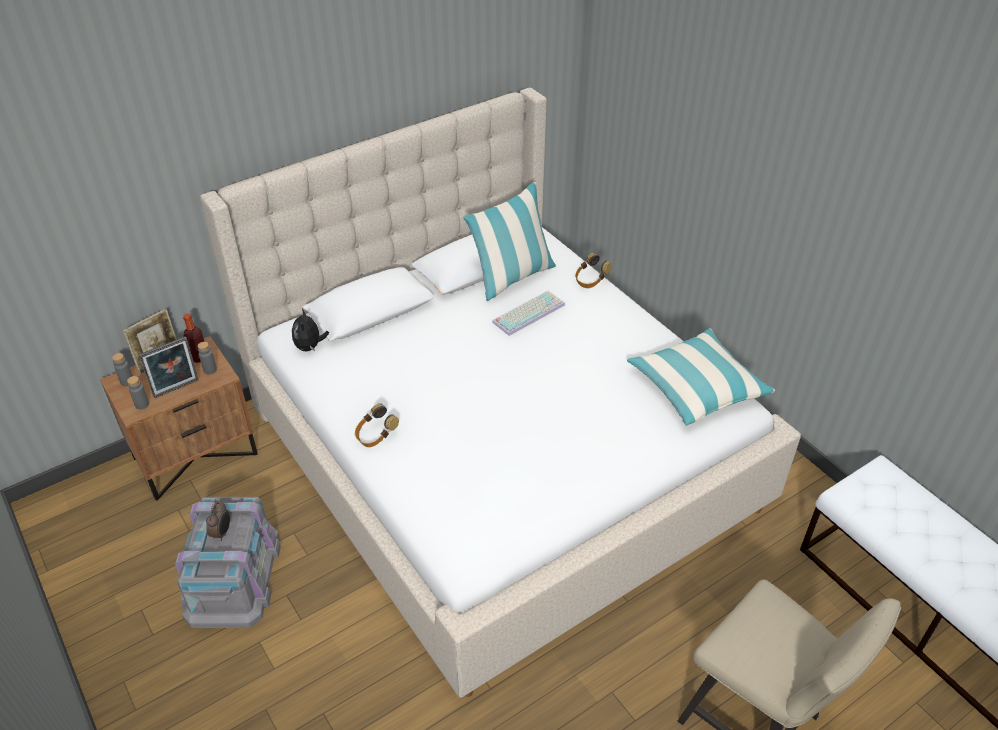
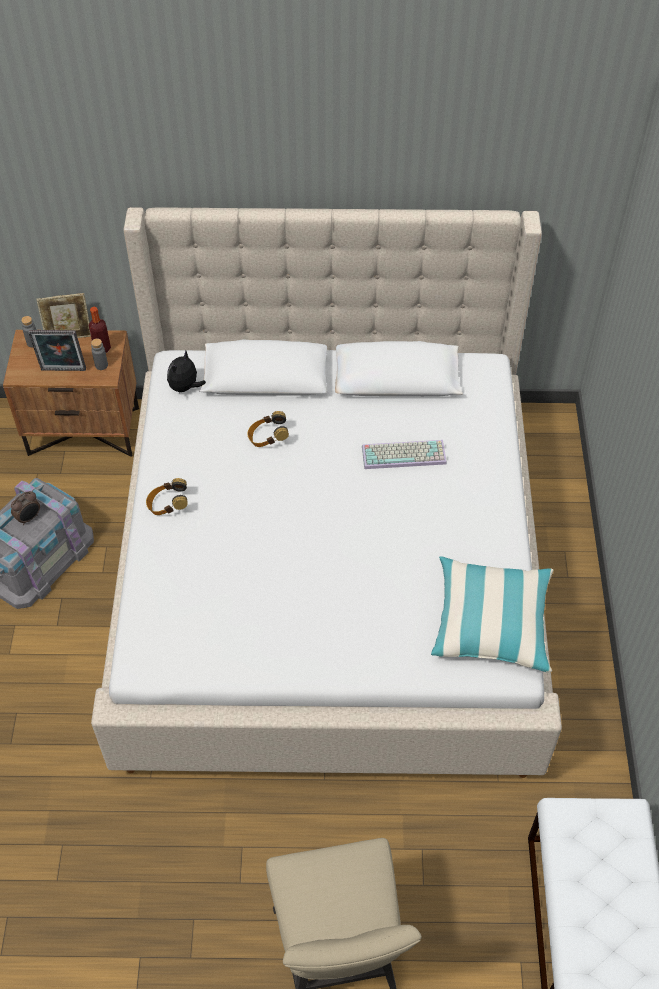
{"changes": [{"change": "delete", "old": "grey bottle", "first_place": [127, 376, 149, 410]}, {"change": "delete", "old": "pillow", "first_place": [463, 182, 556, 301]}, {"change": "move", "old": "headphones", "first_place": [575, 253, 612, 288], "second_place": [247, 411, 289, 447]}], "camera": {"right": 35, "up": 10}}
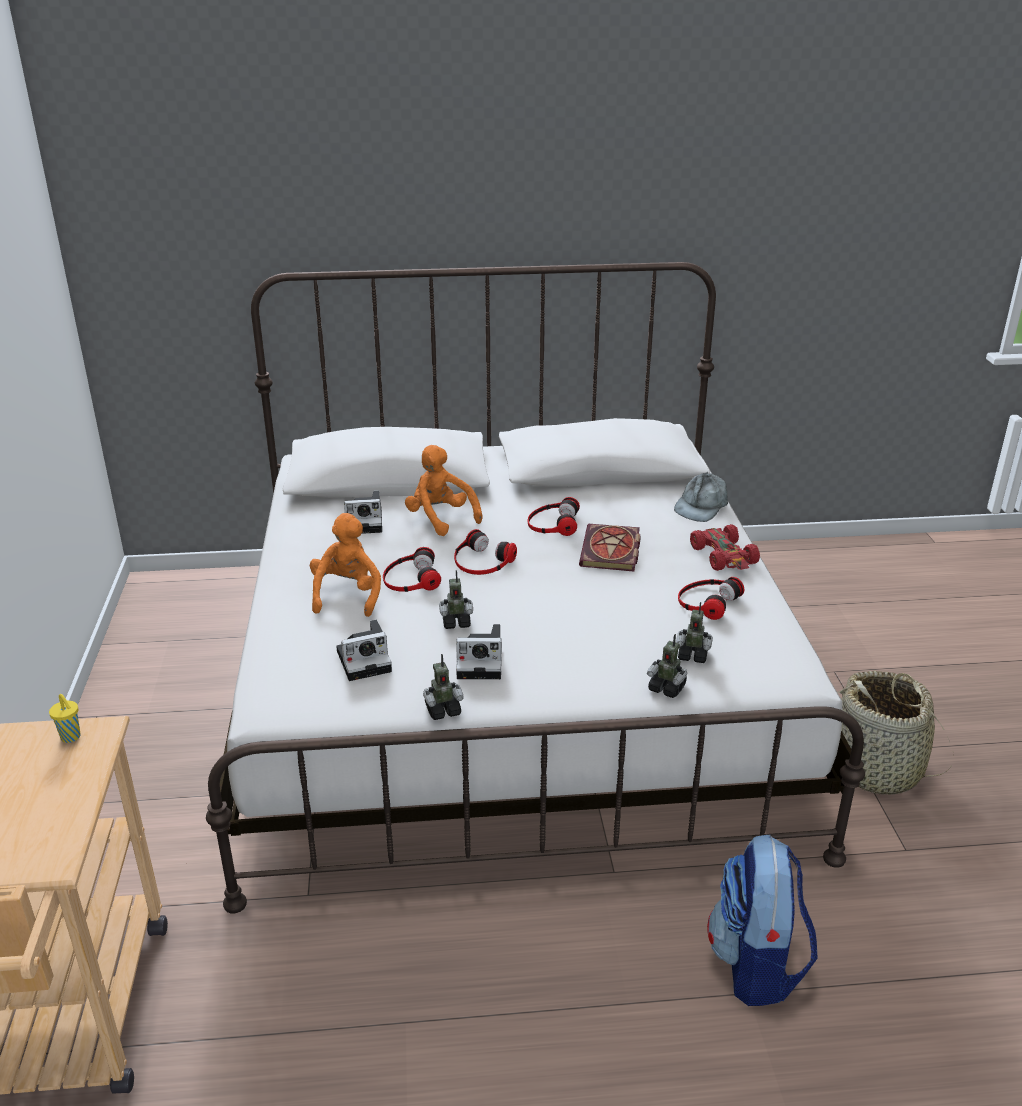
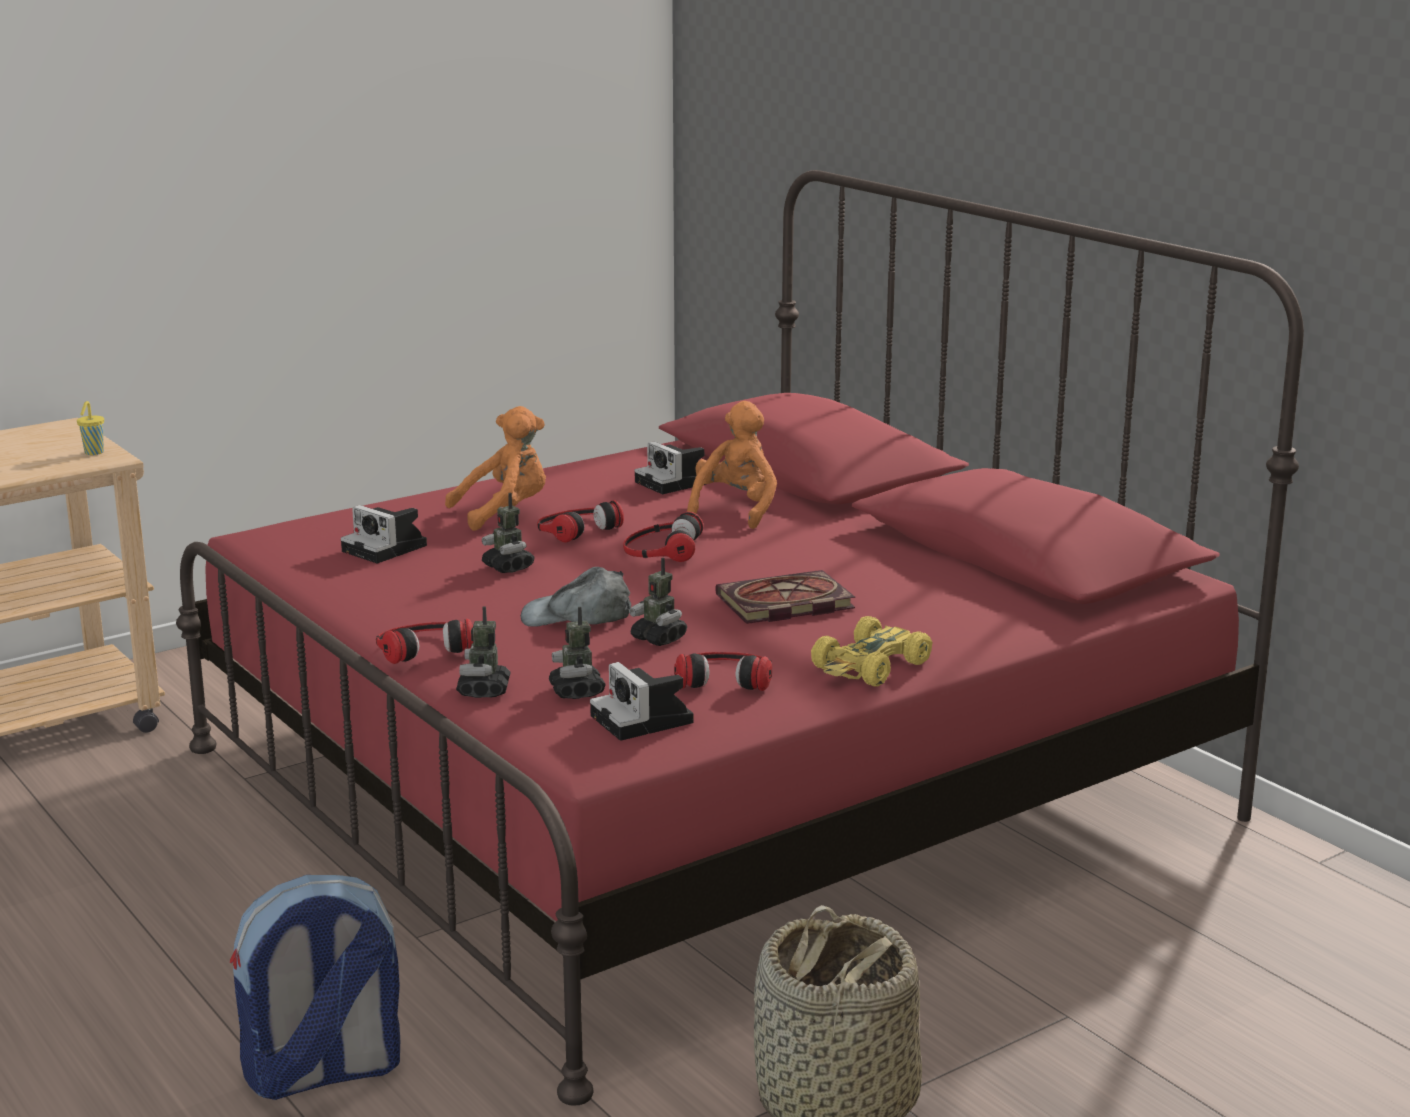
{"changes": [{"change": "recolor", "old": "white bed", "new": "red bed", "first_place": [206, 262, 865, 914], "second_place": [176, 170, 1304, 1106]}, {"change": "move", "old": "toy robot", "first_place": [423, 654, 464, 720], "second_place": [629, 557, 687, 646]}, {"change": "move", "old": "photo camera", "first_place": [456, 624, 502, 679], "second_place": [590, 662, 694, 741]}, {"change": "move", "old": "headphones", "first_place": [528, 497, 580, 536], "second_place": [376, 619, 473, 664]}, {"change": "move", "old": "grey cap", "first_place": [674, 472, 728, 522], "second_place": [521, 567, 631, 627]}, {"change": "recolor", "old": "red toy car", "new": "yellow toy car", "first_place": [690, 524, 760, 571], "second_place": [811, 616, 932, 686]}], "camera": {"right": 60, "up": -10}}
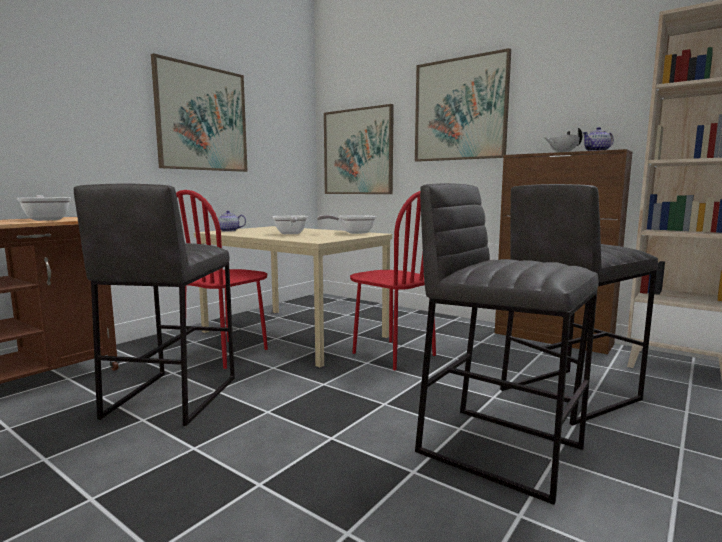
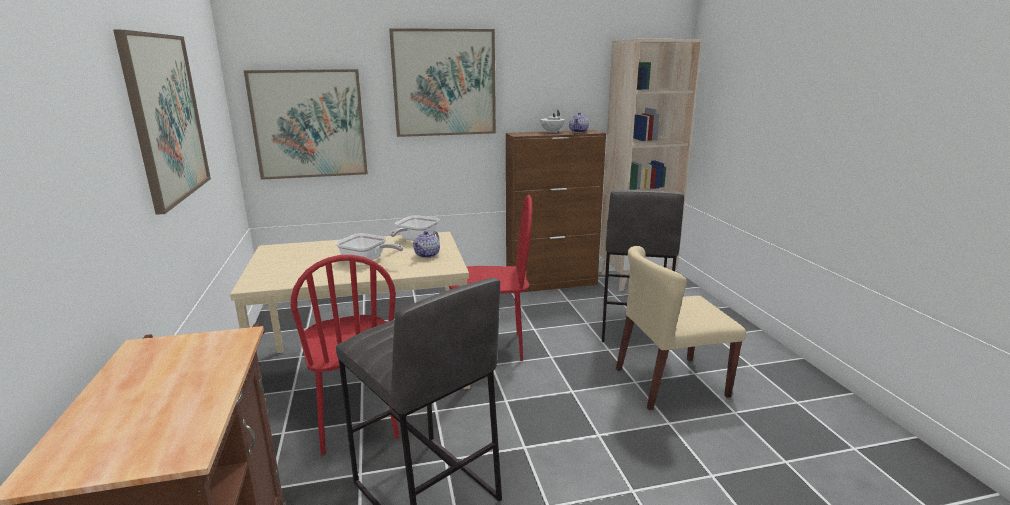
{"changes": [{"change": "delete", "old": "frying pan", "first_place": [17, 195, 71, 221]}, {"change": "move", "old": "teapot", "first_place": [211, 211, 246, 232], "second_place": [413, 231, 440, 258]}, {"change": "replace", "old": "grey stool", "new": "beige chair", "first_place": [415, 183, 598, 505], "second_place": [616, 246, 746, 410]}], "camera": {"right": -50, "up": 10}}
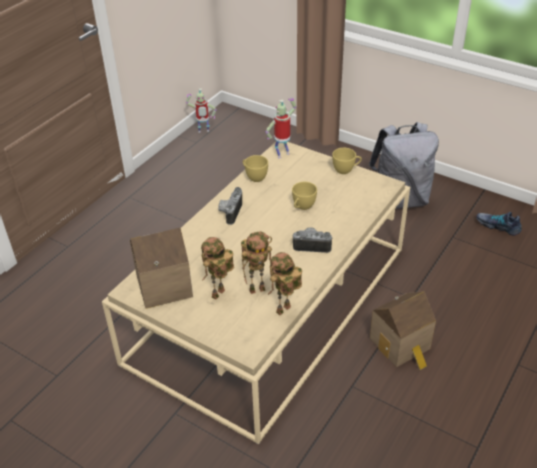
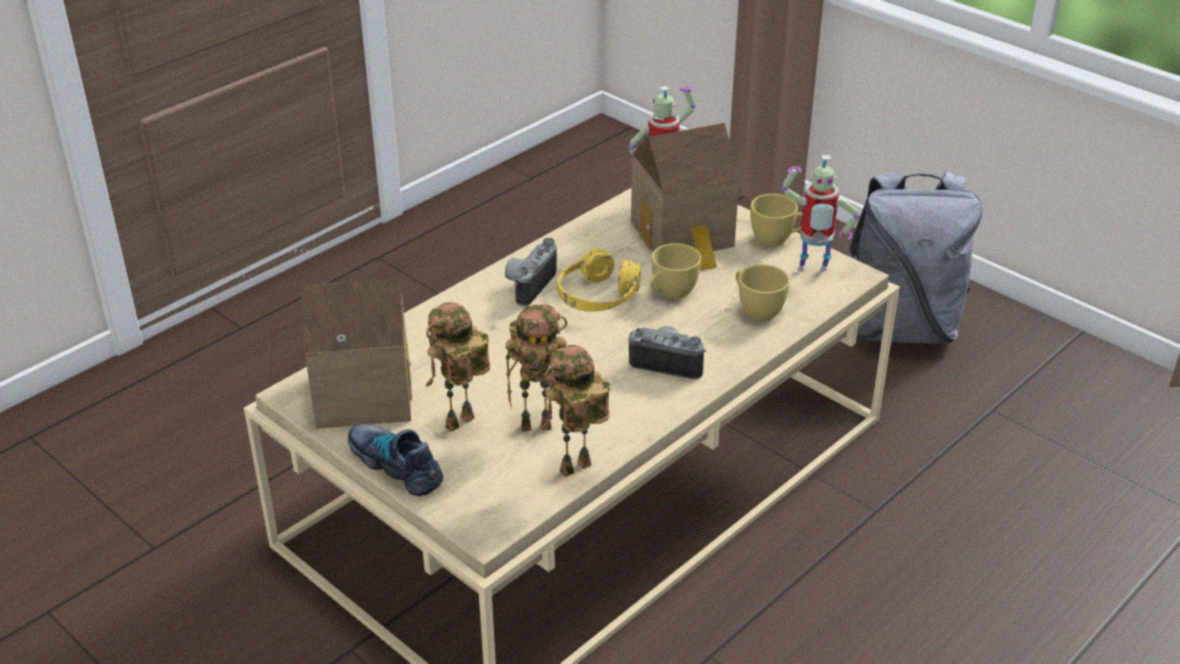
{"changes": [{"change": "move", "old": "toy robot", "first_place": [186, 88, 217, 133], "second_place": [781, 155, 860, 272]}, {"change": "move", "old": "yellow cup", "first_place": [243, 155, 268, 182], "second_place": [736, 265, 790, 321]}, {"change": "move", "old": "toy house", "first_place": [370, 291, 436, 370], "second_place": [631, 123, 739, 270]}, {"change": "move", "old": "shoe", "first_place": [476, 212, 522, 236], "second_place": [348, 424, 443, 496]}, {"change": "insert", "new": "yellow headphones", "second_place": [557, 248, 641, 312]}], "camera": {"right": 10, "up": -5}}
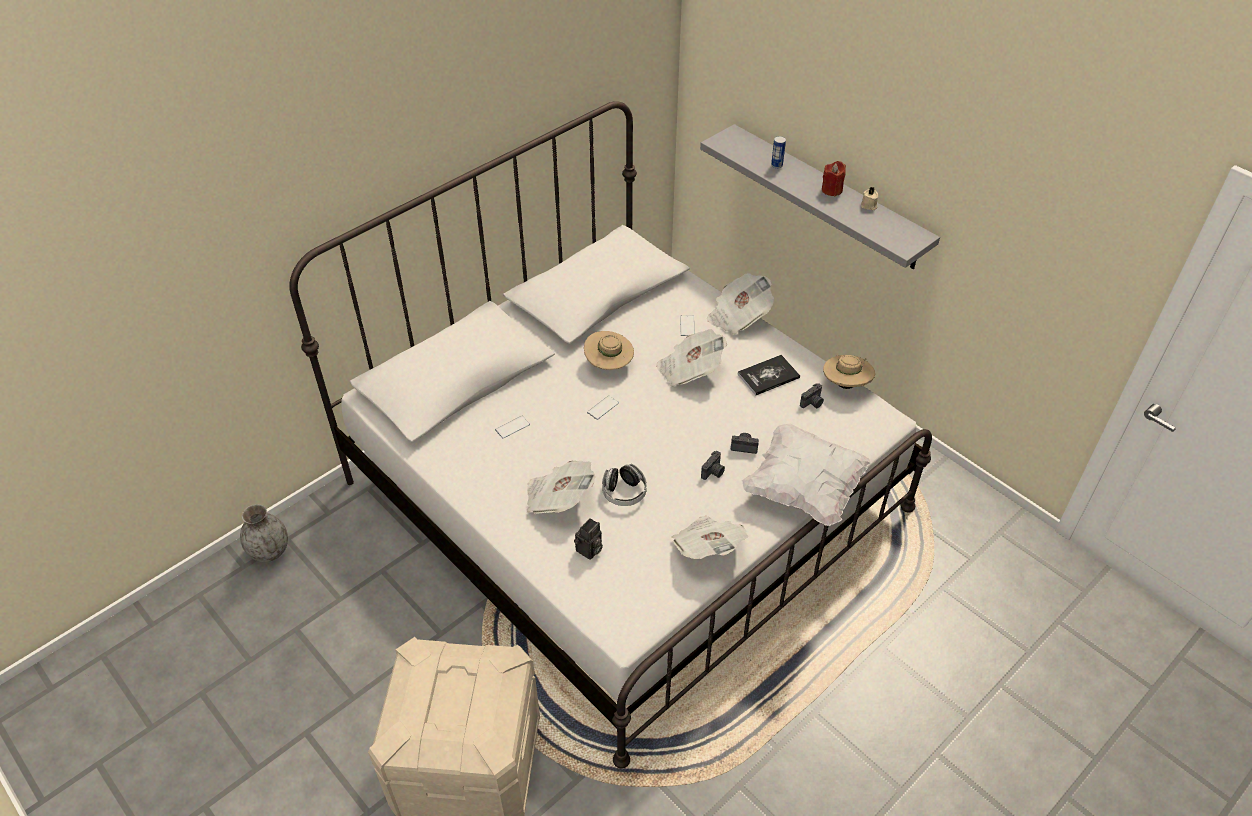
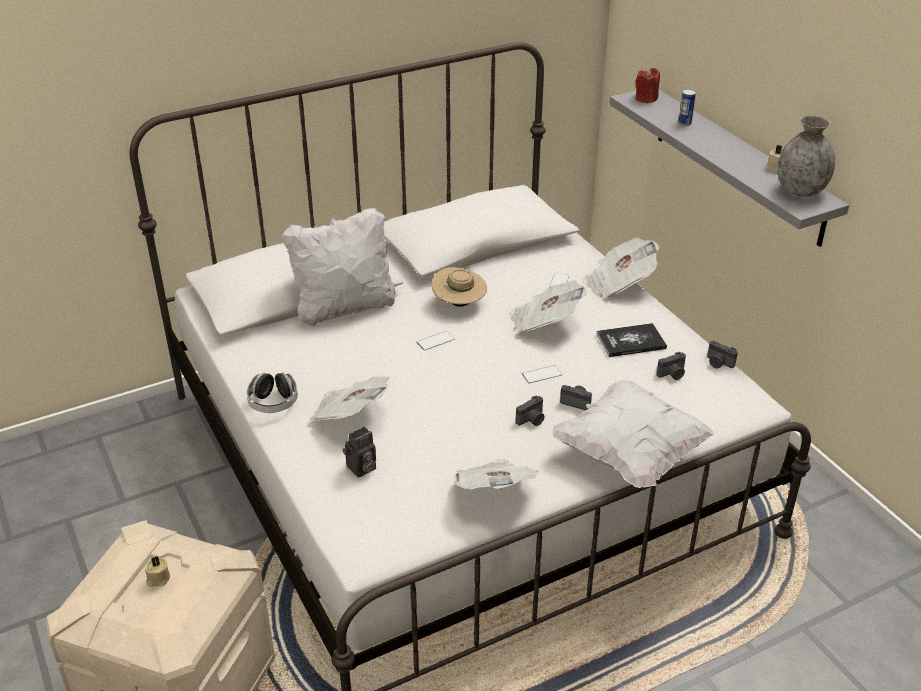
{"changes": [{"change": "move", "old": "grey vase", "first_place": [240, 504, 288, 562], "second_place": [777, 115, 835, 197]}, {"change": "move", "old": "phone", "first_place": [495, 416, 530, 438], "second_place": [522, 365, 562, 383]}, {"change": "move", "old": "headphones", "first_place": [602, 464, 647, 506], "second_place": [247, 372, 298, 413]}, {"change": "move", "old": "red candle", "first_place": [822, 161, 846, 196], "second_place": [635, 68, 660, 103]}, {"change": "replace", "old": "beige hat", "new": "photo camera", "first_place": [823, 355, 875, 389], "second_place": [707, 340, 738, 368]}, {"change": "insert", "new": "beige candle", "second_place": [145, 556, 170, 587]}, {"change": "insert", "new": "white pillow", "second_place": [282, 208, 395, 327]}], "camera": {"right": 15, "up": -10}}
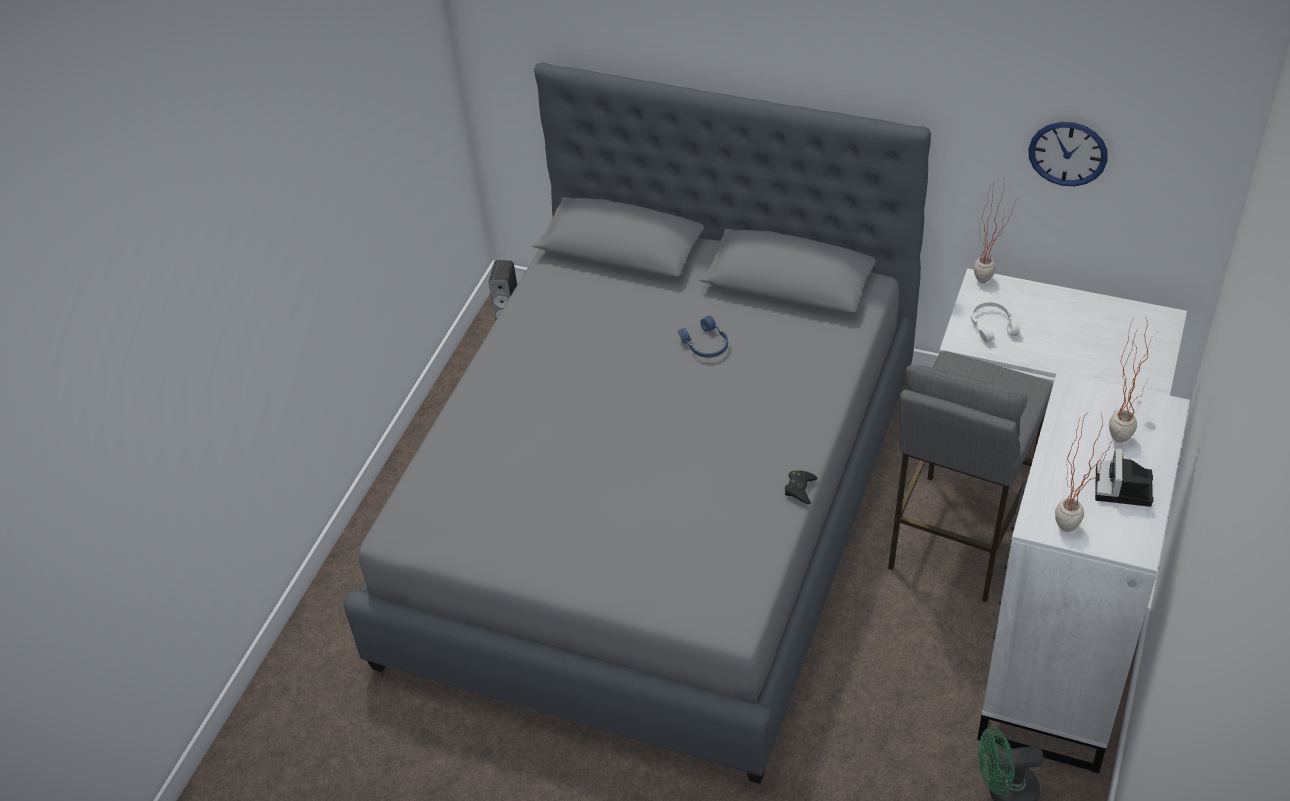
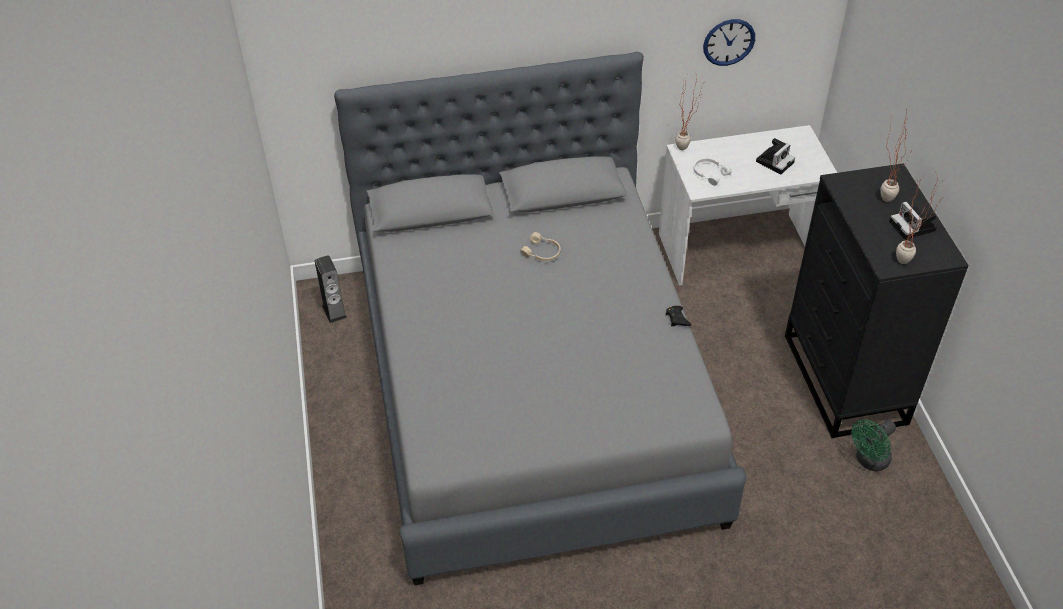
{"changes": [{"change": "recolor", "old": "blue headphones", "new": "beige headphones", "first_place": [678, 316, 728, 358], "second_place": [520, 232, 561, 261]}, {"change": "delete", "old": "grey stool", "first_place": [888, 351, 1053, 602]}, {"change": "recolor", "old": "white dresser", "new": "black dresser", "first_place": [977, 372, 1190, 773], "second_place": [785, 163, 969, 438]}, {"change": "insert", "new": "photo camera", "second_place": [756, 138, 795, 174]}], "camera": {"right": -35, "up": 0}}
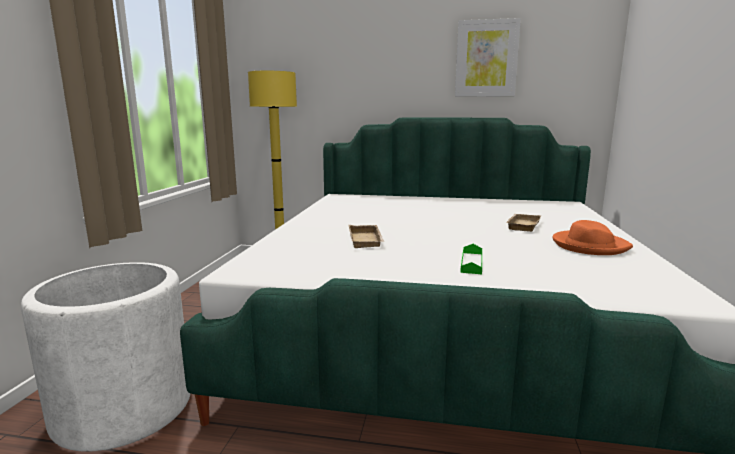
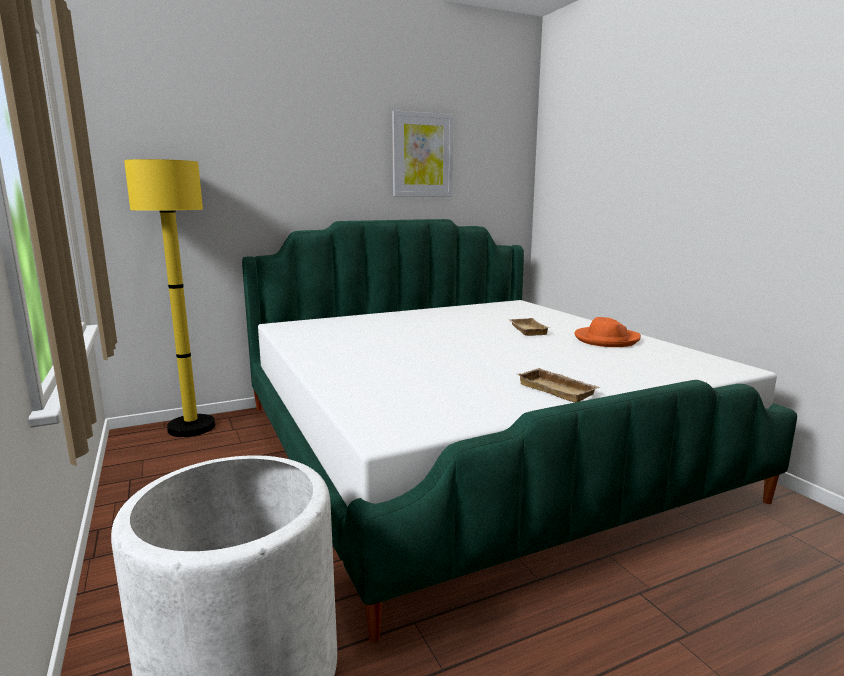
{"changes": [{"change": "move", "old": "beige tray", "first_place": [349, 225, 384, 248], "second_place": [517, 368, 601, 402]}, {"change": "delete", "old": "green tray", "first_place": [460, 244, 482, 274]}], "camera": {"right": -35, "up": 0}}
